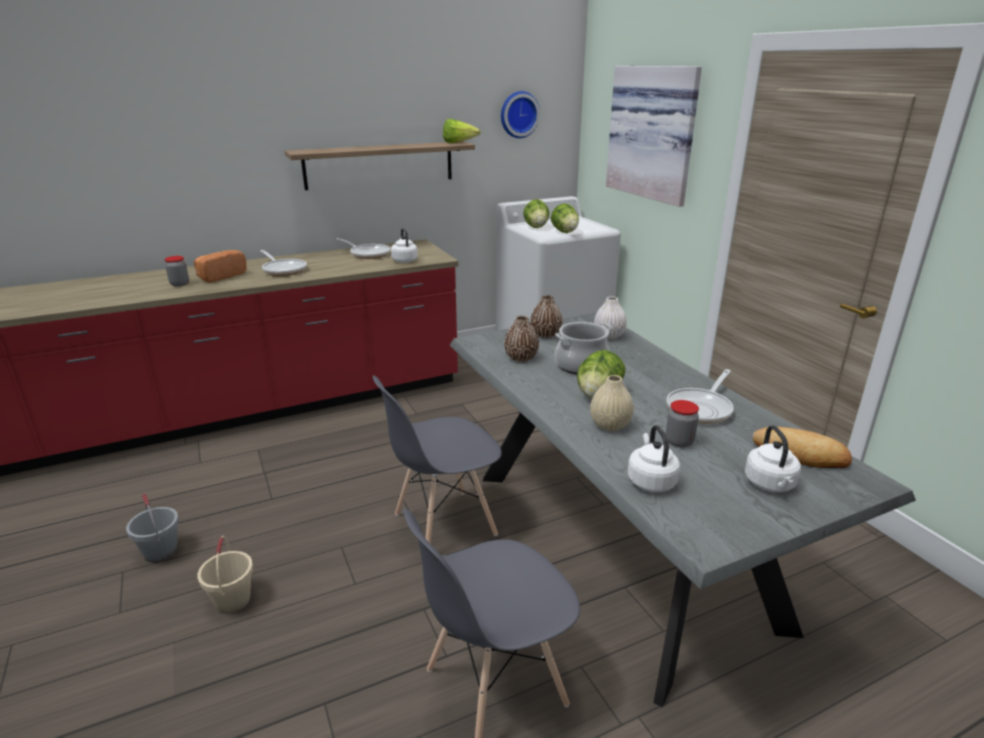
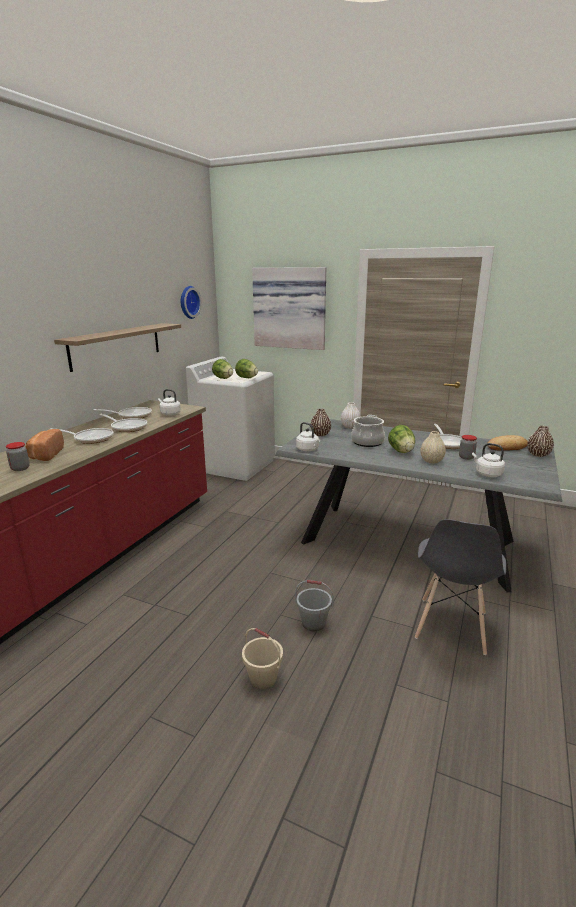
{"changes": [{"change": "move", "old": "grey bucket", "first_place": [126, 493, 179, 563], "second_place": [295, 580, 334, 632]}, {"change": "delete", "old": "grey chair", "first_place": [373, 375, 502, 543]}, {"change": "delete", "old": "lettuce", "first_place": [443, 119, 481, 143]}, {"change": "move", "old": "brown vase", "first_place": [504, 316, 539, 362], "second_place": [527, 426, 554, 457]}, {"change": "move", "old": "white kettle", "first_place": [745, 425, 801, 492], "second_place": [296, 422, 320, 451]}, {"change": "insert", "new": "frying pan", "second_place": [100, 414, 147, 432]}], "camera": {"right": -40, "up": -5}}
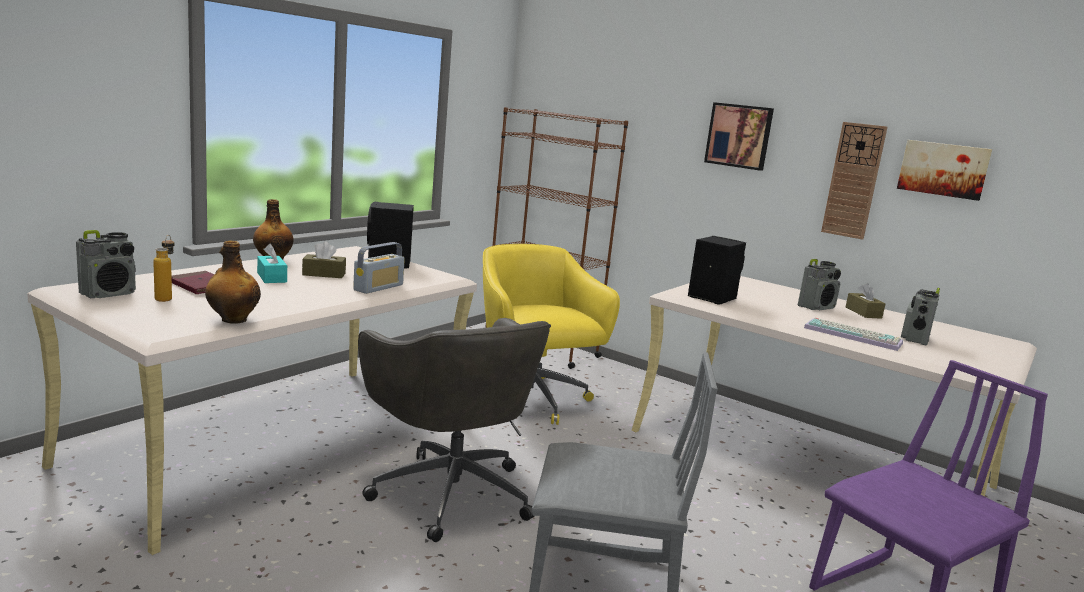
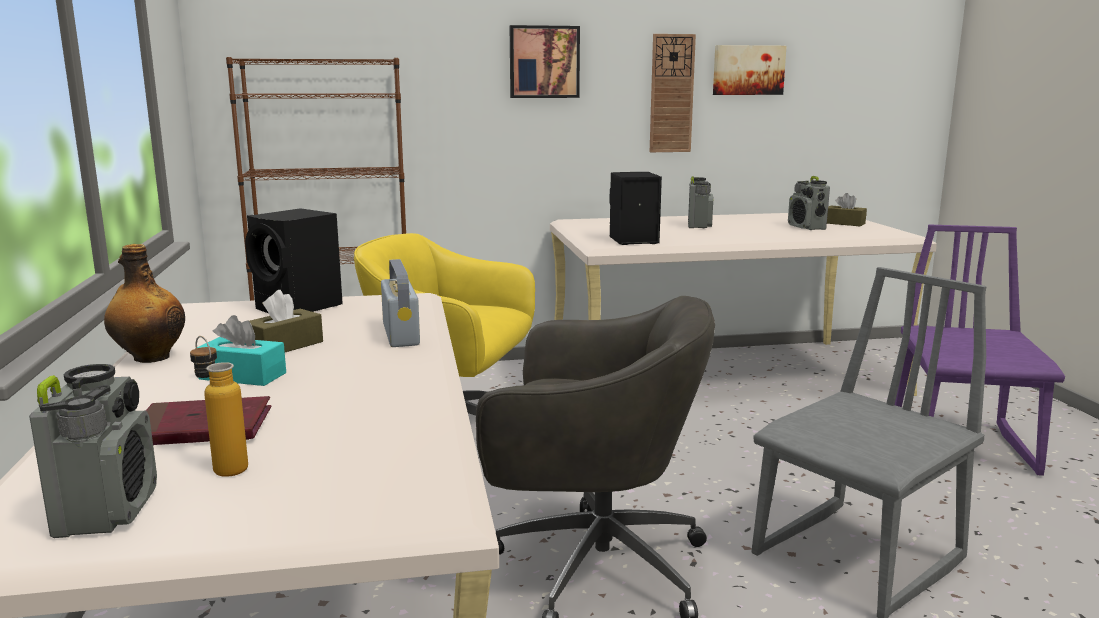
{"changes": [{"change": "delete", "old": "bottle", "first_place": [205, 240, 261, 324]}, {"change": "delete", "old": "keyboard", "first_place": [804, 318, 903, 351]}, {"change": "move", "old": "brown tissue box", "first_place": [846, 283, 885, 319], "second_place": [827, 193, 867, 227]}], "camera": {"right": -45, "up": 0}}
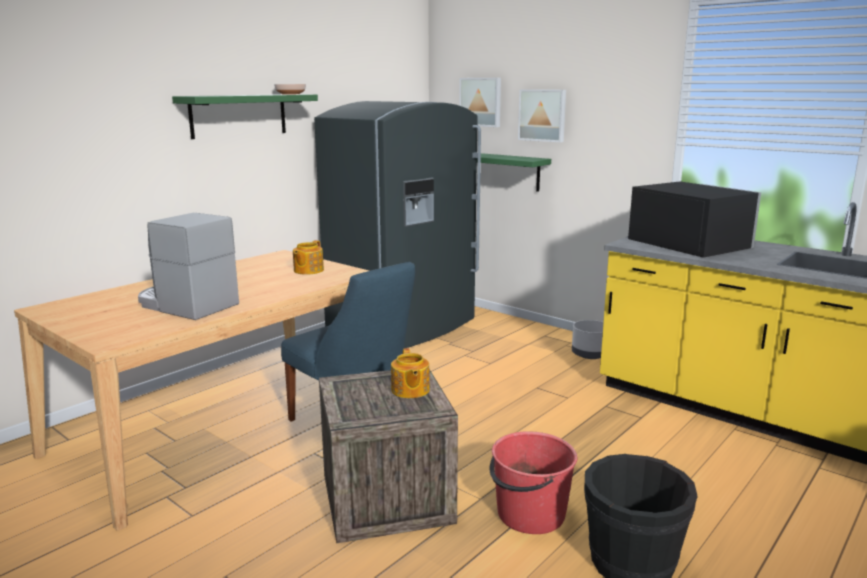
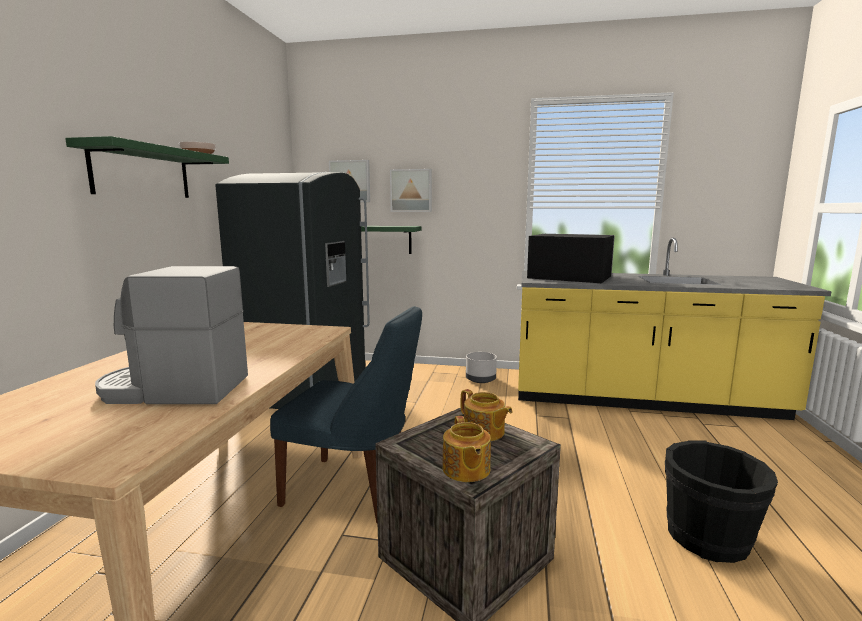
{"changes": [{"change": "move", "old": "teapot", "first_place": [293, 240, 324, 275], "second_place": [443, 416, 491, 482]}, {"change": "delete", "old": "red bucket", "first_place": [490, 431, 578, 534]}], "camera": {"right": -30, "up": -5}}
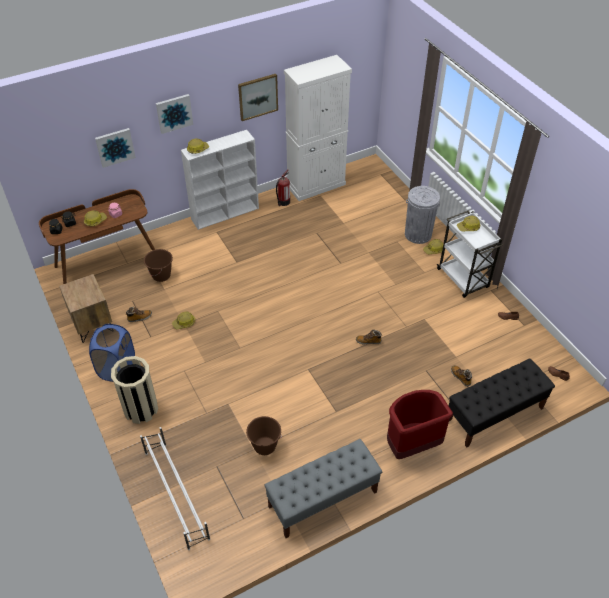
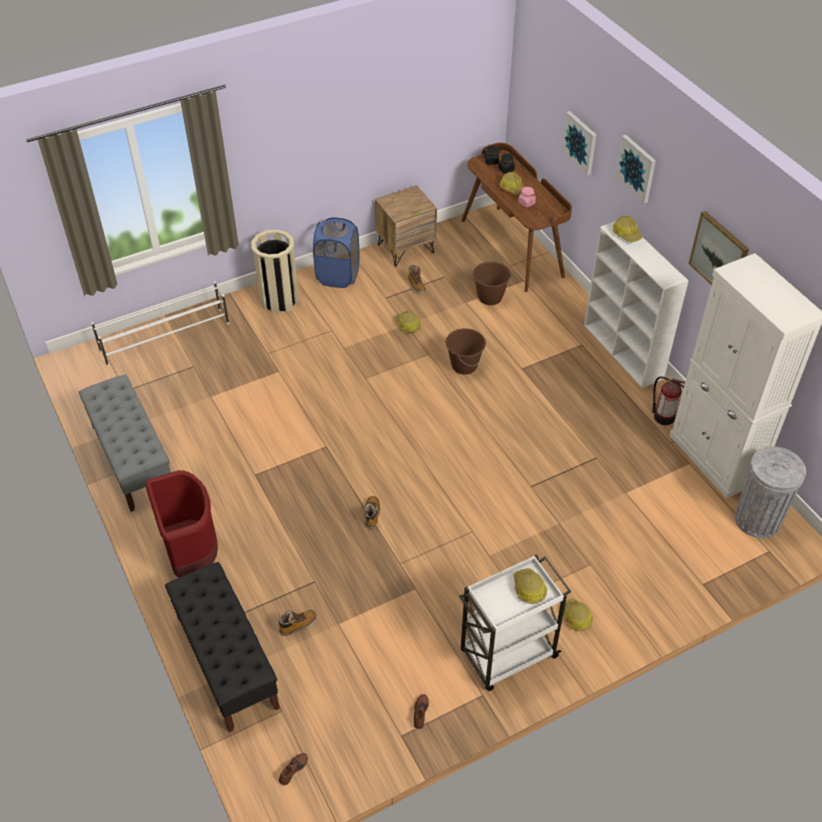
{"changes": [{"change": "move", "old": "brown bucket", "first_place": [246, 416, 282, 455], "second_place": [445, 328, 486, 375]}, {"change": "move", "old": "grey trash can", "first_place": [405, 186, 440, 244], "second_place": [735, 446, 806, 538]}], "camera": {"right": 90, "up": 0}}
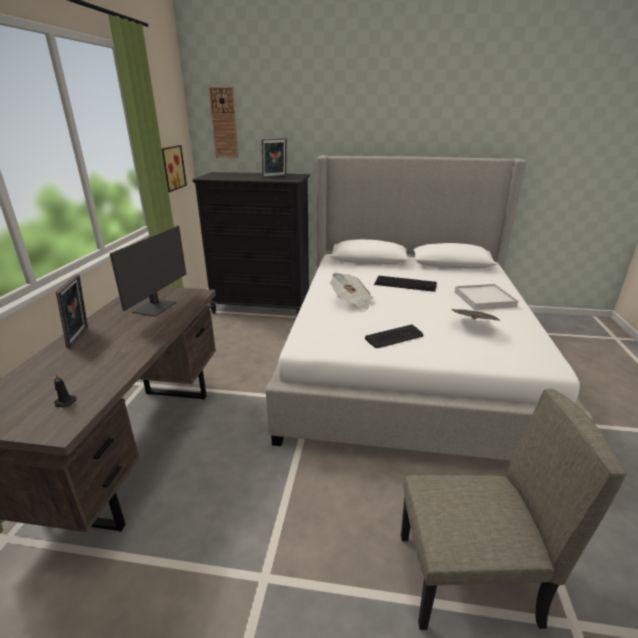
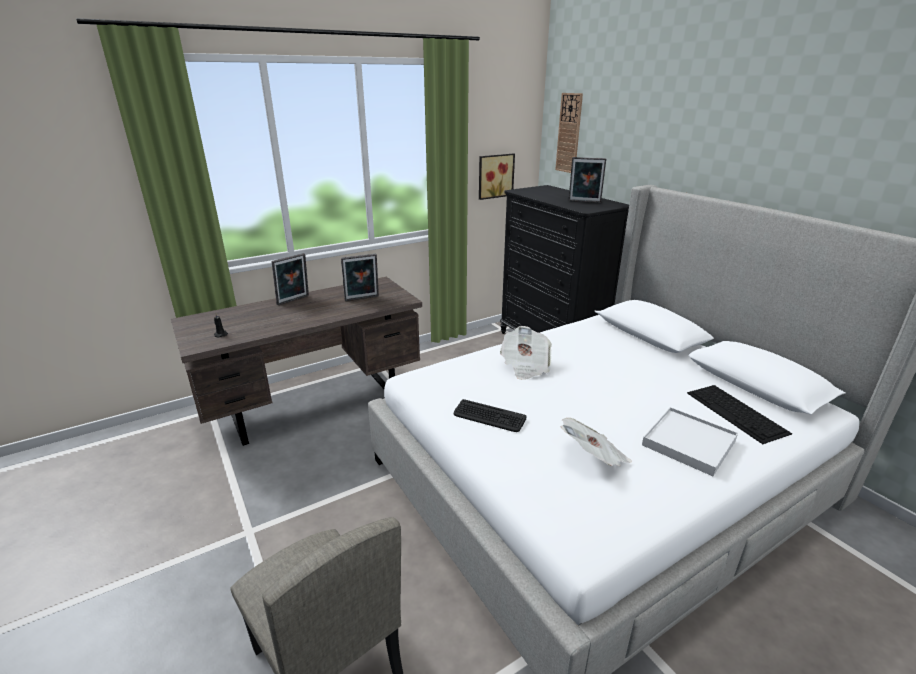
{"changes": [{"change": "replace", "old": "monitor", "new": "picture frame", "first_place": [110, 226, 186, 317], "second_place": [341, 254, 379, 301]}, {"change": "move", "old": "keyboard", "first_place": [374, 276, 437, 292], "second_place": [687, 385, 792, 444]}], "camera": {"right": 50, "up": 0}}
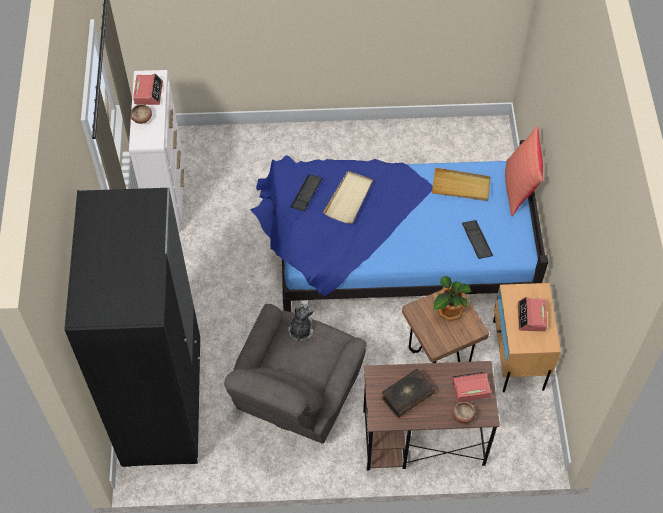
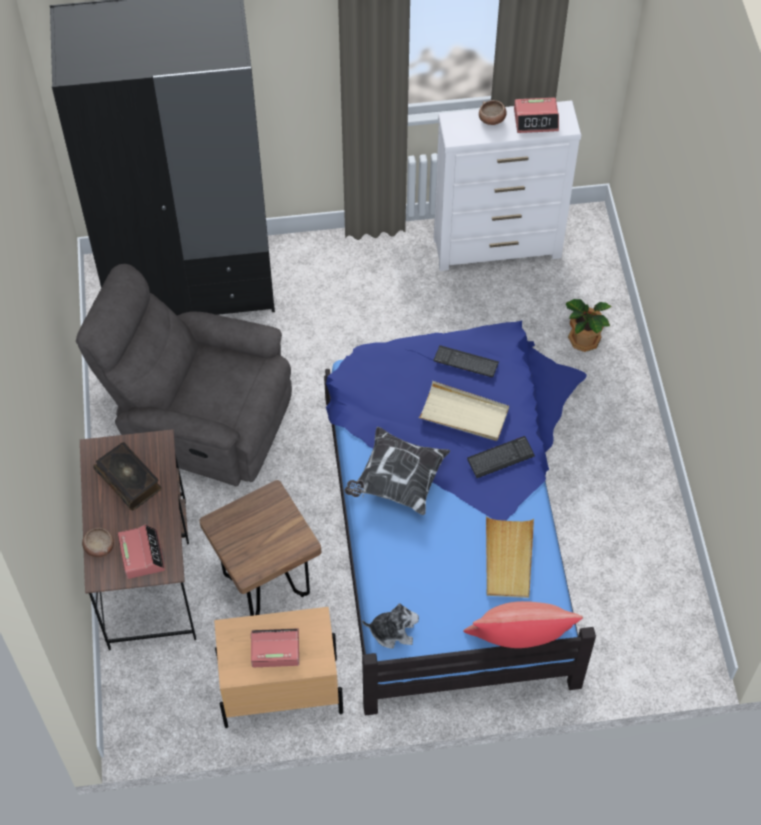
{"changes": [{"change": "move", "old": "plush toy", "first_place": [288, 300, 314, 342], "second_place": [362, 603, 419, 649]}, {"change": "move", "old": "potted plant", "first_place": [433, 276, 471, 321], "second_place": [566, 299, 612, 352]}, {"change": "move", "old": "keyboard", "first_place": [462, 220, 493, 259], "second_place": [467, 436, 535, 478]}, {"change": "insert", "new": "pillow", "second_place": [345, 427, 450, 515]}], "camera": {"right": 85, "up": 0}}
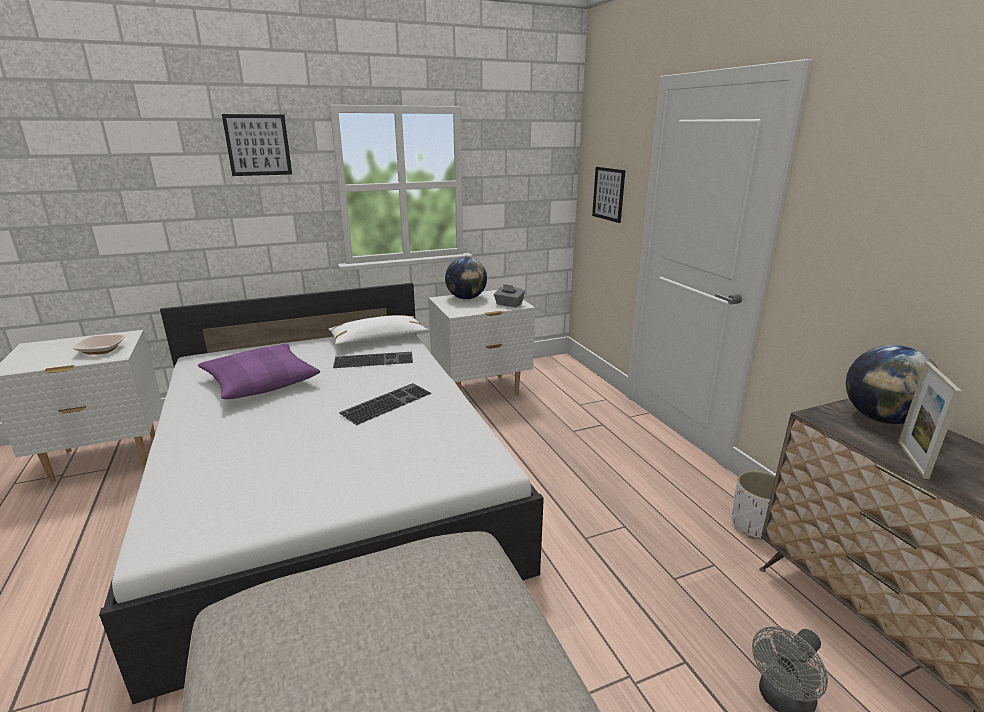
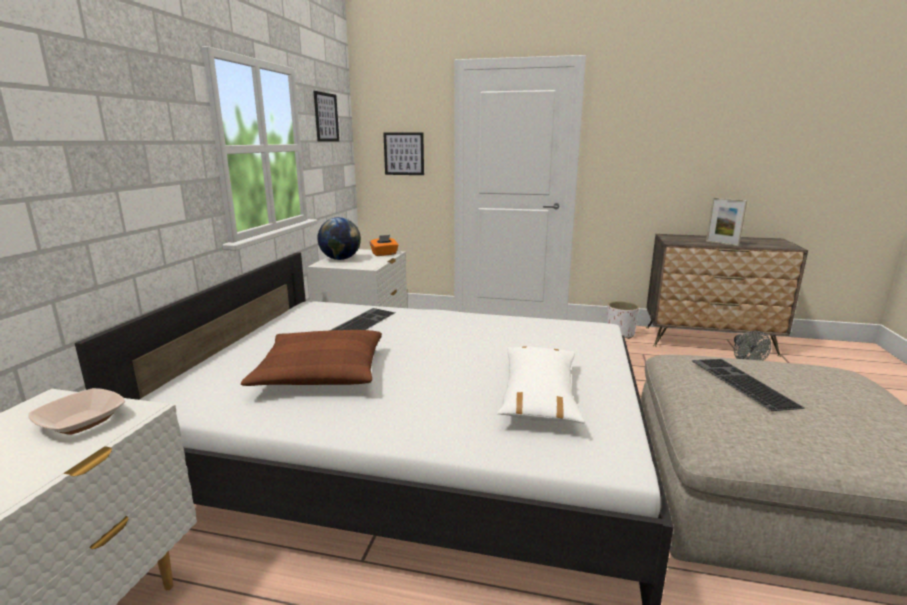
{"changes": [{"change": "recolor", "old": "purple pillow", "new": "brown pillow", "first_place": [198, 344, 320, 399], "second_place": [241, 330, 382, 386]}, {"change": "move", "old": "picture", "first_place": [222, 114, 292, 176], "second_place": [313, 91, 339, 142]}, {"change": "move", "old": "white pillow", "first_place": [328, 315, 428, 345], "second_place": [497, 346, 585, 424]}, {"change": "move", "old": "keyboard", "first_place": [339, 383, 432, 425], "second_place": [692, 359, 805, 411]}, {"change": "recolor", "old": "grey tissue box", "new": "orange tissue box", "first_place": [494, 284, 525, 307], "second_place": [369, 235, 399, 256]}, {"change": "delete", "old": "globe", "first_place": [846, 345, 939, 424]}], "camera": {"right": -55, "up": -5}}
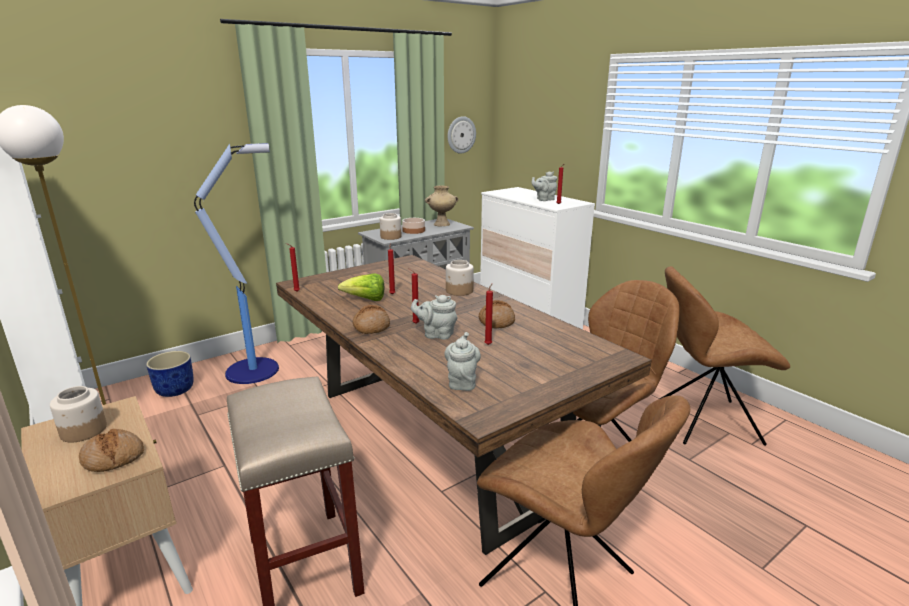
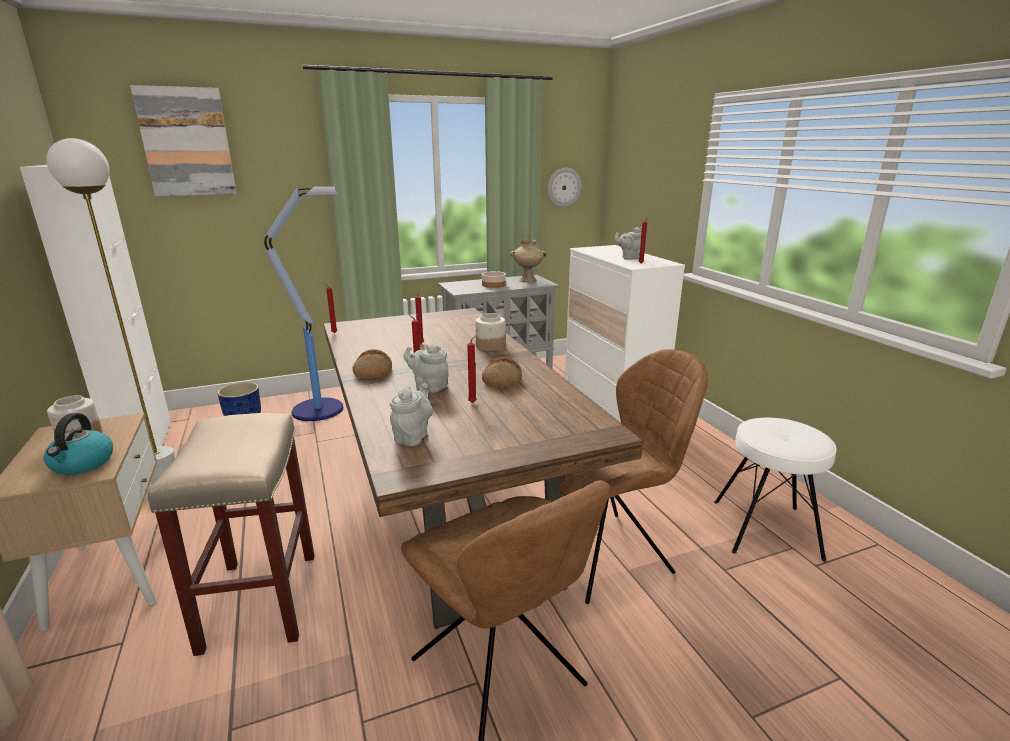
{"changes": [{"change": "replace", "old": "bread", "new": "kettle", "first_place": [79, 429, 144, 472], "second_place": [44, 413, 113, 475]}, {"change": "delete", "old": "lettuce", "first_place": [338, 273, 384, 301]}, {"change": "delete", "old": "jar", "first_place": [380, 213, 401, 240]}, {"change": "replace", "old": "brown chair", "new": "white stool", "first_place": [660, 266, 790, 446], "second_place": [714, 418, 837, 562]}, {"change": "insert", "new": "picture", "second_place": [130, 85, 237, 196]}], "camera": {"right": 15, "up": 0}}
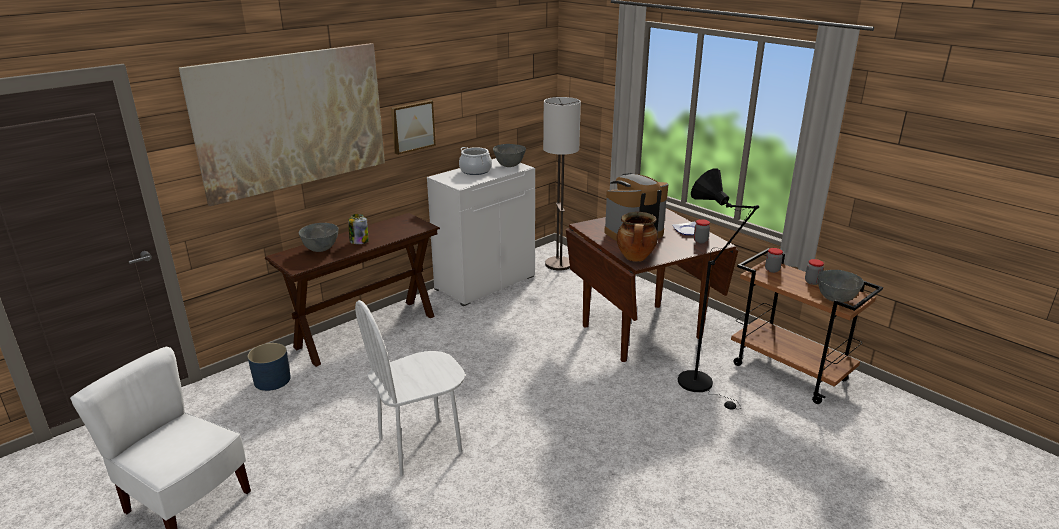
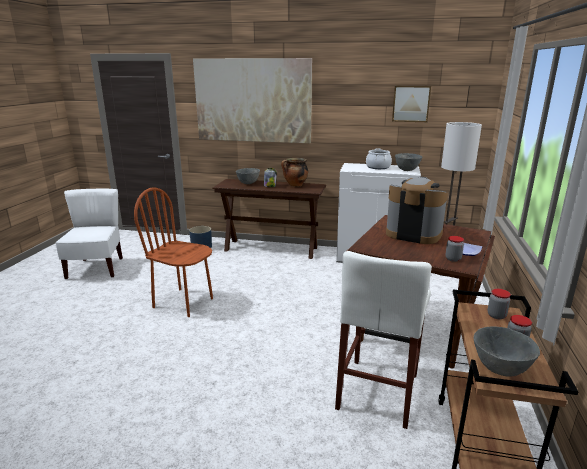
{"changes": [{"change": "recolor", "old": "white chair", "new": "brown chair", "first_place": [355, 300, 465, 476], "second_place": [134, 187, 213, 317]}, {"change": "move", "old": "picture", "first_place": [391, 100, 436, 155], "second_place": [392, 86, 431, 122]}, {"change": "move", "old": "cooking pot", "first_place": [617, 212, 658, 262], "second_place": [281, 158, 308, 187]}, {"change": "replace", "old": "black floor lamp", "new": "white stool", "first_place": [678, 168, 759, 410], "second_place": [335, 251, 432, 429]}], "camera": {"right": 55, "up": -5}}
